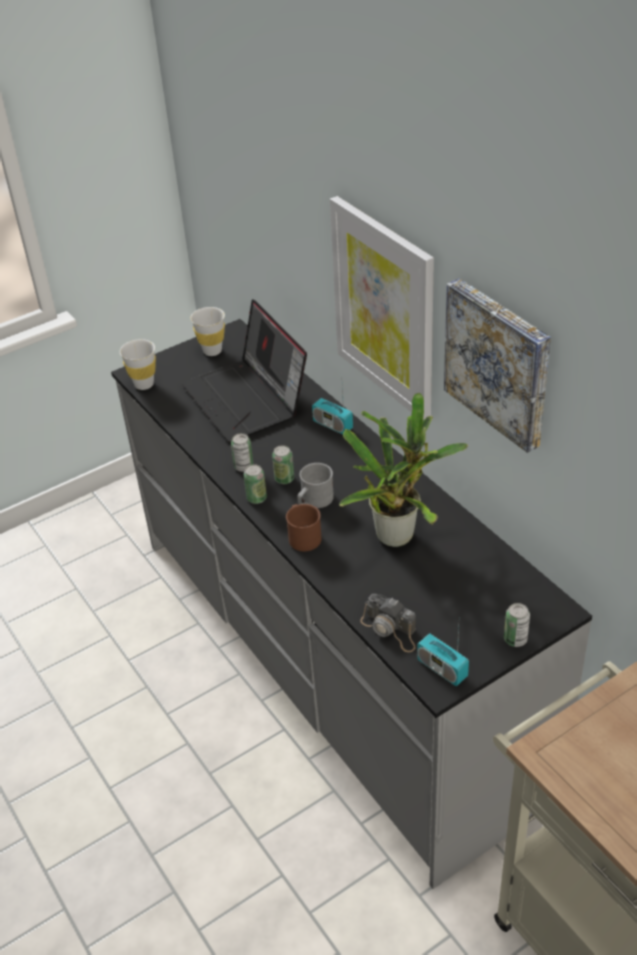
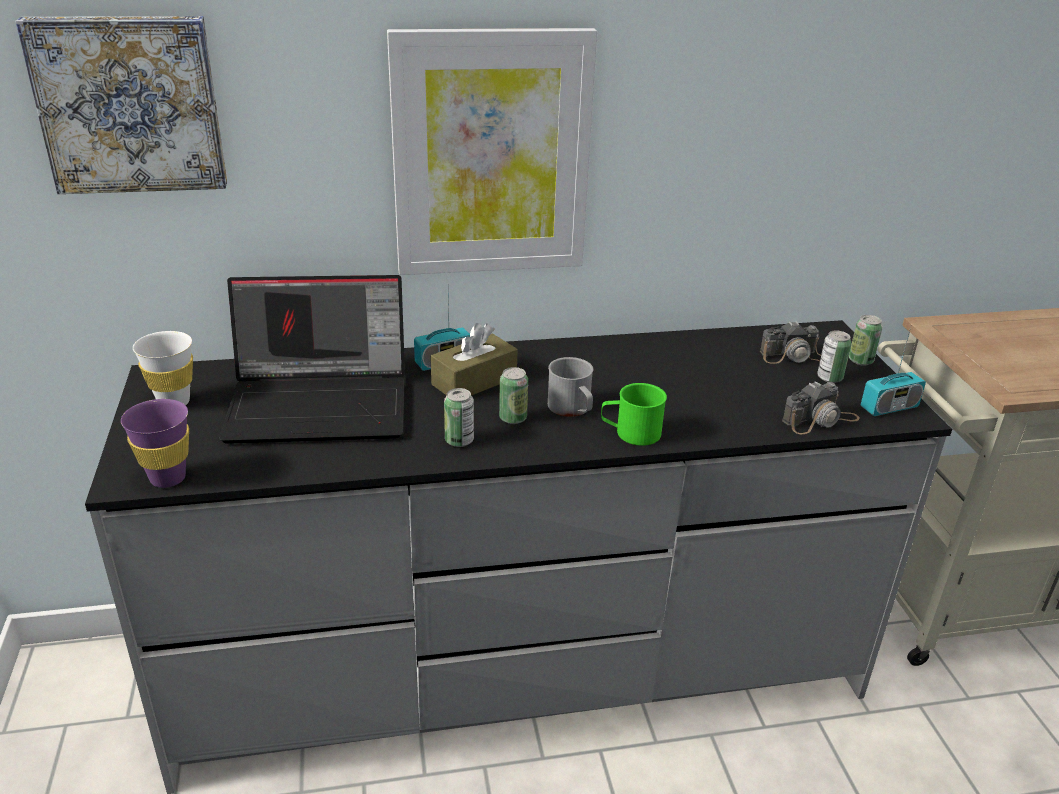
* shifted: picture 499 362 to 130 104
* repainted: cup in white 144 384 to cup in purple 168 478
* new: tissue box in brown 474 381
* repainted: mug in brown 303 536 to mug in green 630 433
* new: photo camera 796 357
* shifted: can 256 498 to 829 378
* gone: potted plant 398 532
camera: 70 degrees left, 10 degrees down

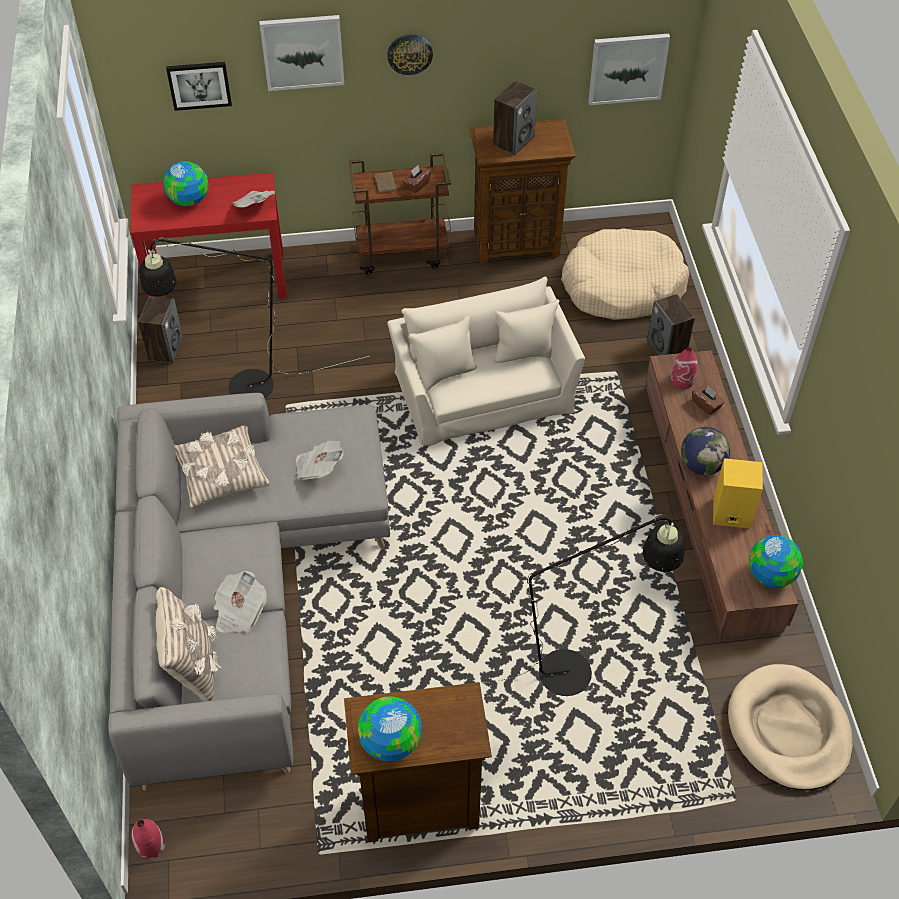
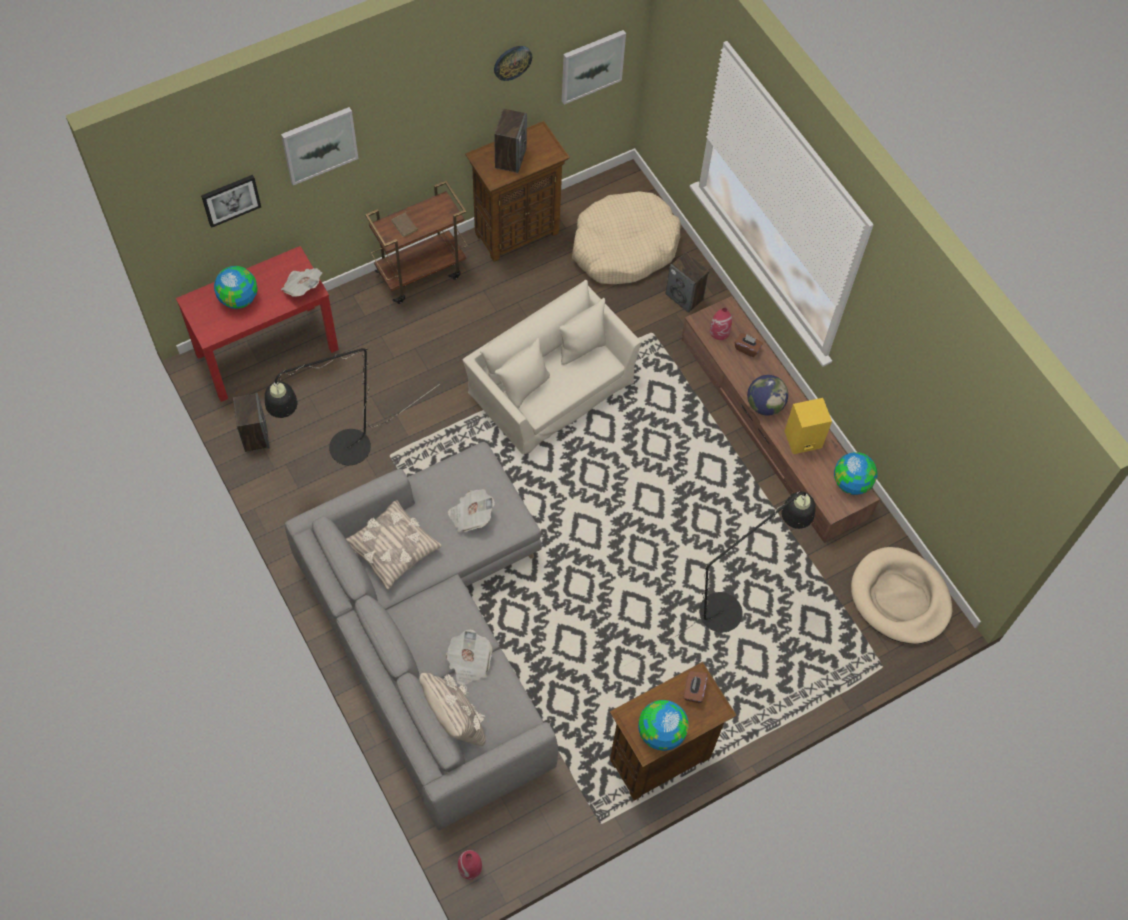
* shifted: wall clock 409 53 to 512 62
* shifted: tissue box in brown 417 185 to 694 690
camera: 25 degrees left, 10 degrees up

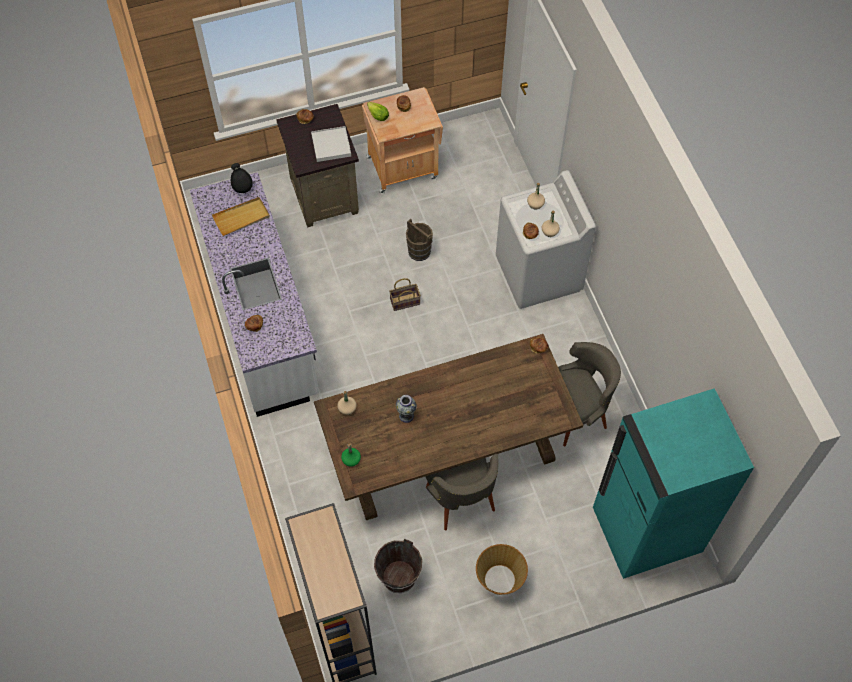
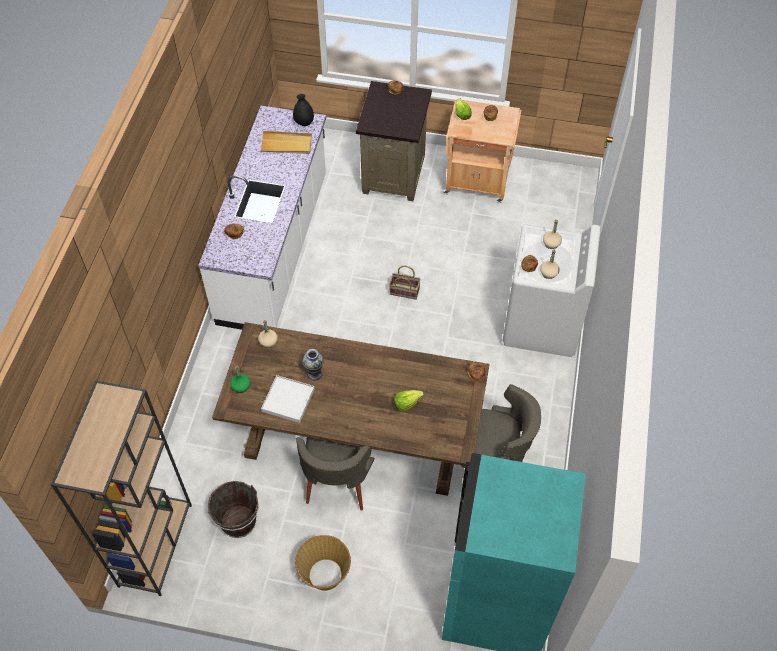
* shifted: tray in white 331 145 to 288 400
* new: lettuce 407 403
* gone: bucket in brown 419 251
camera: 30 degrees right, 5 degrees down

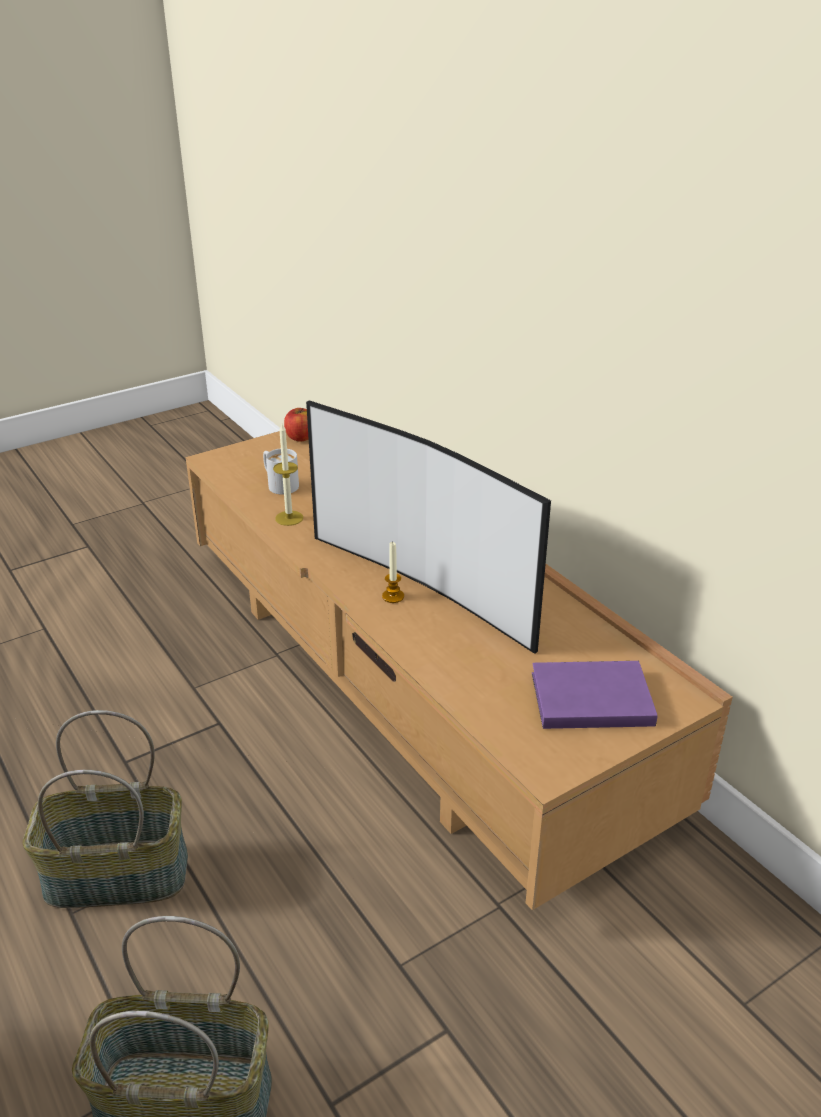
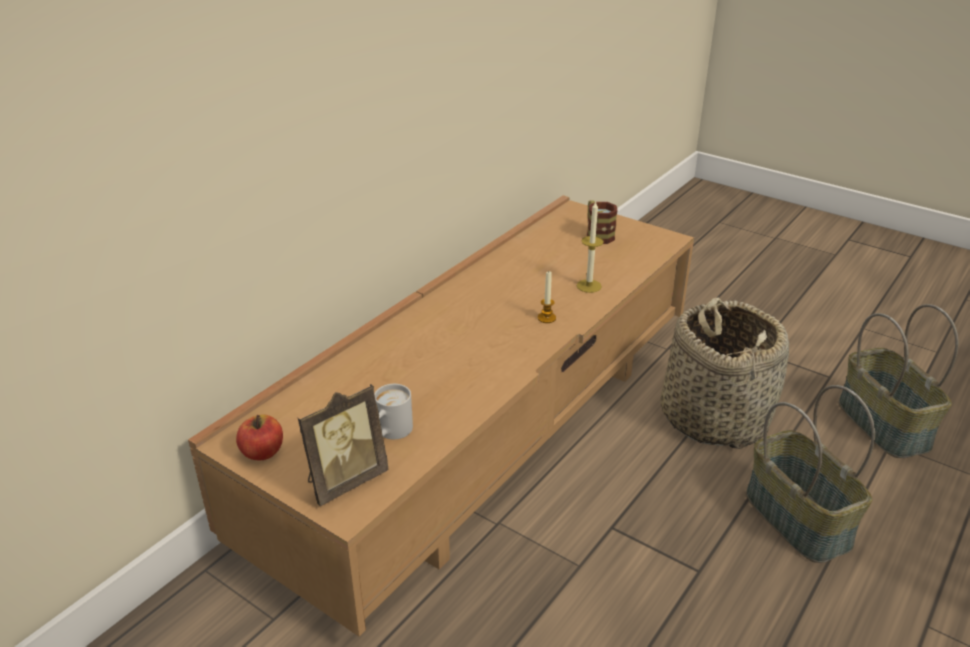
* new: picture frame 345 480
* shifted: candle 289 518 to 589 286
* swapped: book in purple 588 698 to mug 597 234
* new: basket 714 417
* gone: television 425 585
camera: 110 degrees left, 0 degrees up

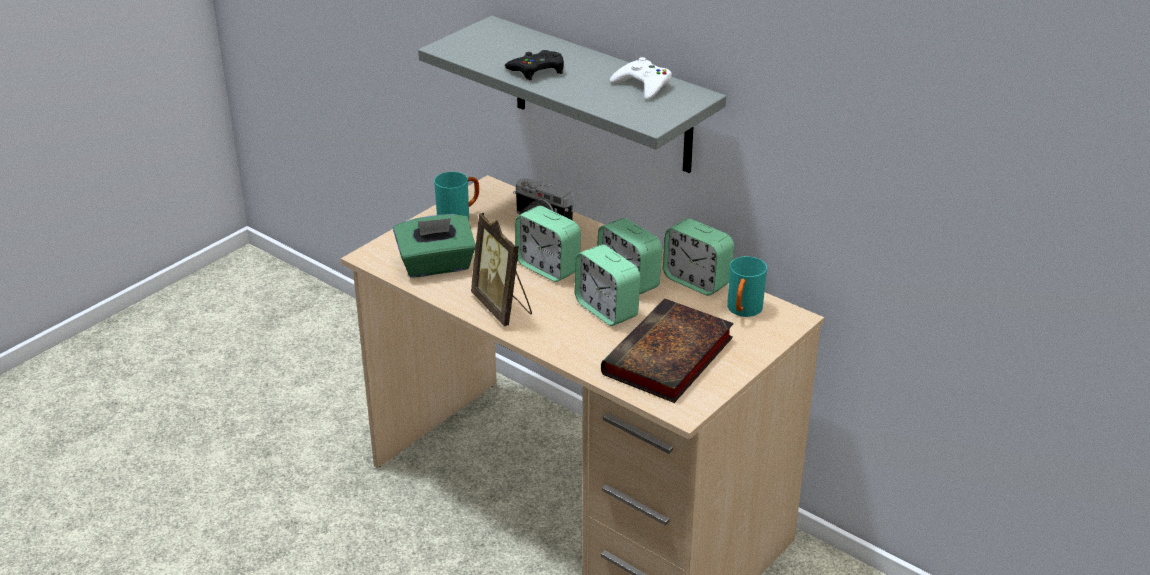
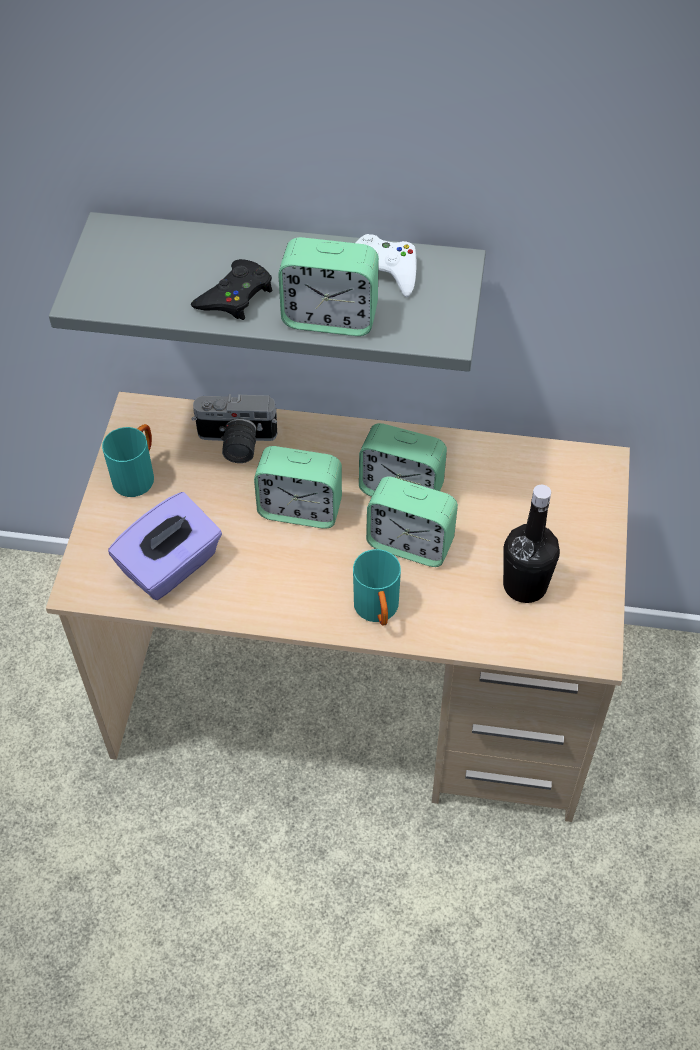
* repainted: tissue box in green 436 265 to tissue box in purple 171 566
* shifted: alarm clock 696 281 to 330 318
* shifted: mug in turquoise 743 311 to 378 612
* swapped: book 667 359 to bottle in black 525 585
* gone: picture frame 503 307
camera: 30 degrees left, 20 degrees up

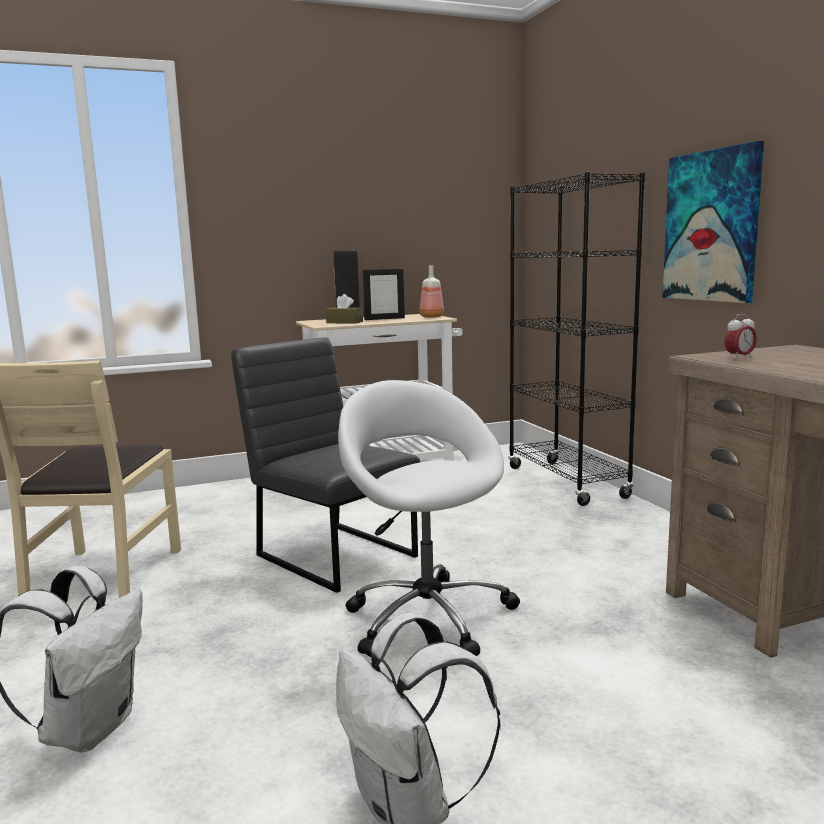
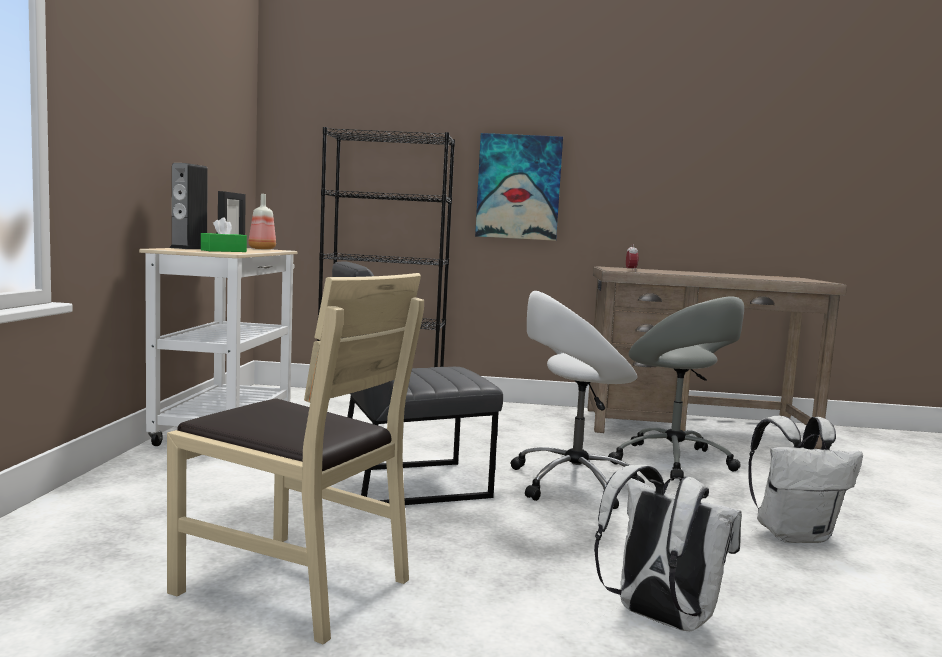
* repainted: tissue box in brown 344 322 to tissue box in green 223 251
* new: office chair in grey 674 462
camera: 65 degrees left, 5 degrees down

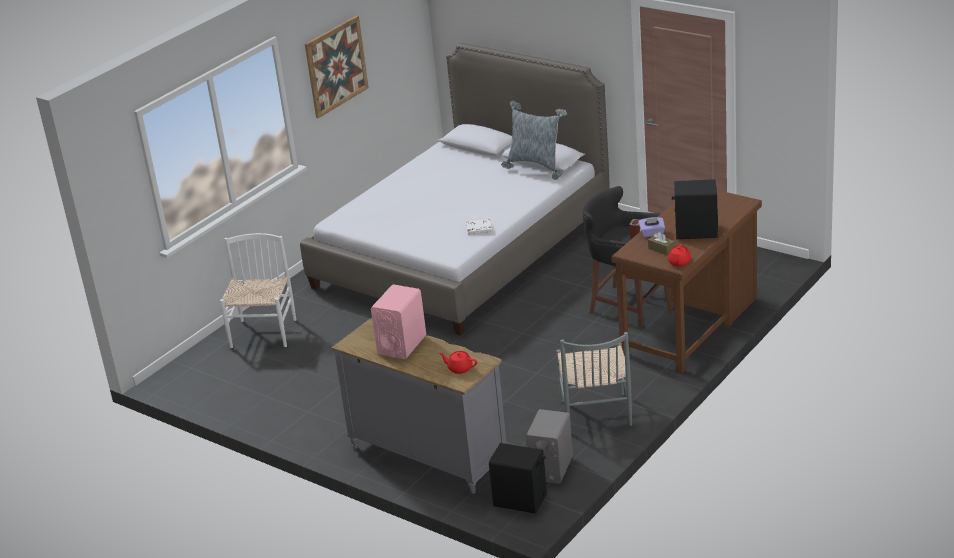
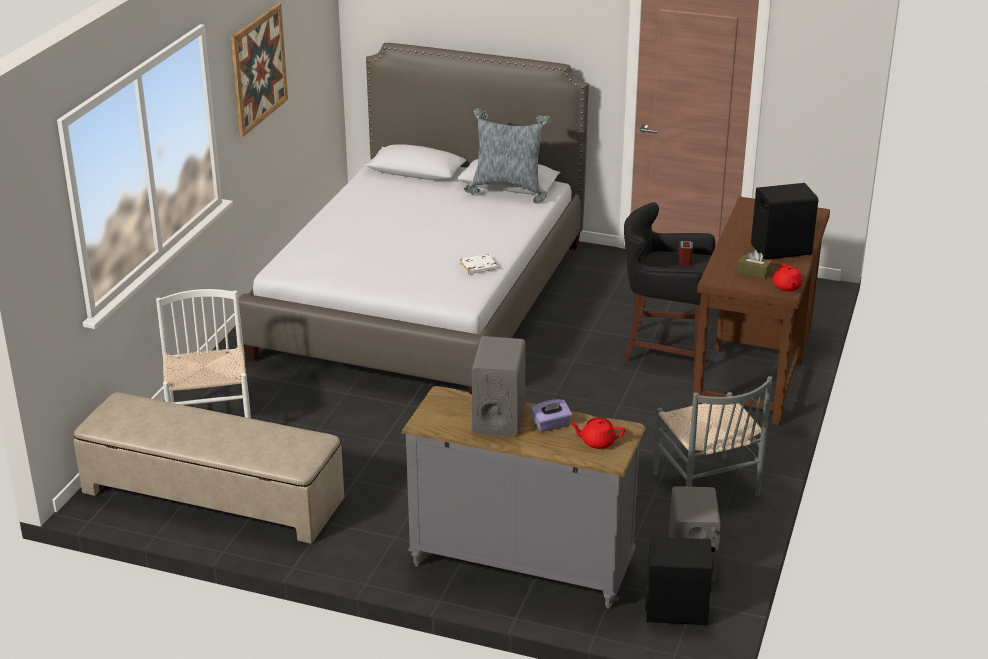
* new: bench in beige 211 495
* repainted: speaker in pink 402 345 to speaker in grey 498 417
* shifted: tissue box in purple 652 234 to 551 425
camera: 20 degrees left, 0 degrees up

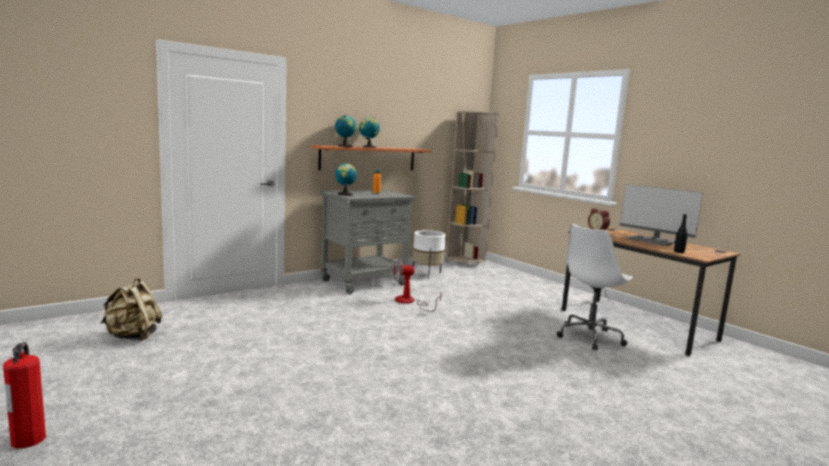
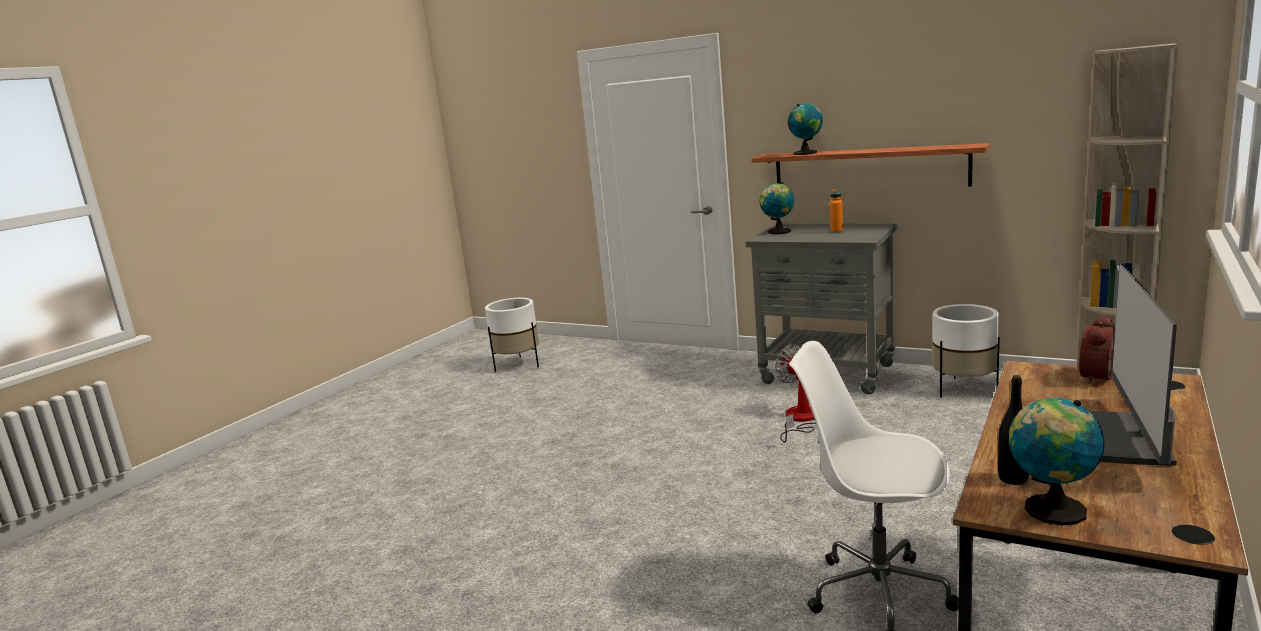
* swapped: backpack in beige 133 337 to planter in white 518 365
* shifted: globe 368 147 to 1050 510
* gone: fire extinguisher 28 439
camera: 70 degrees right, 5 degrees up

